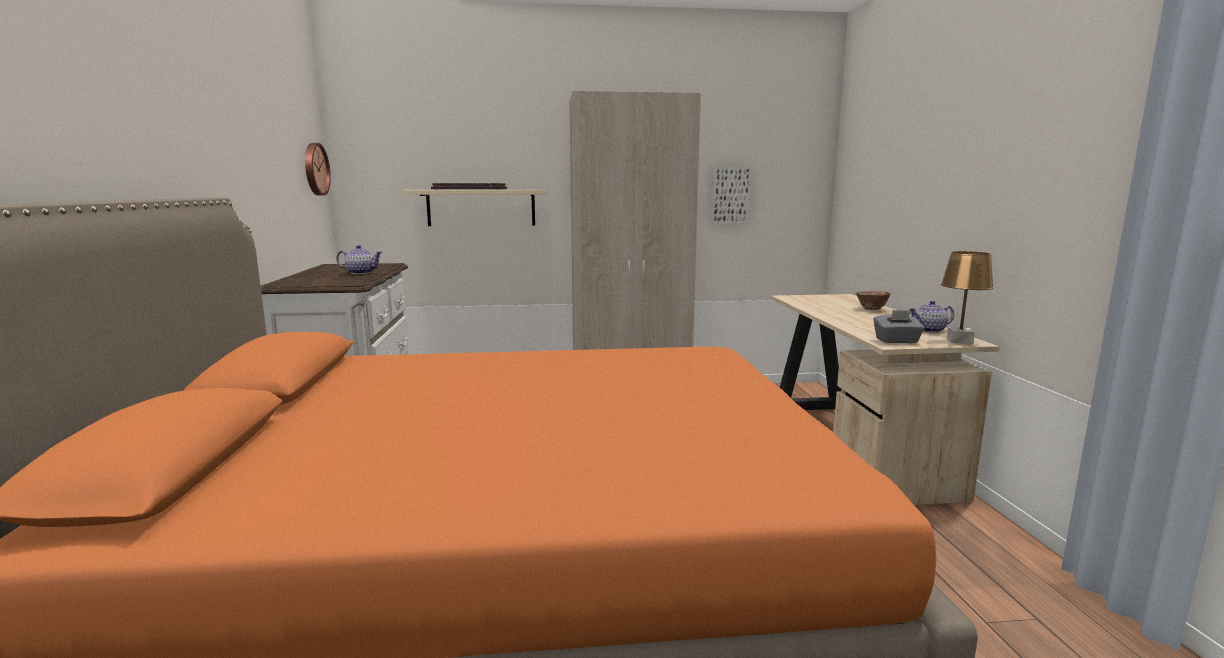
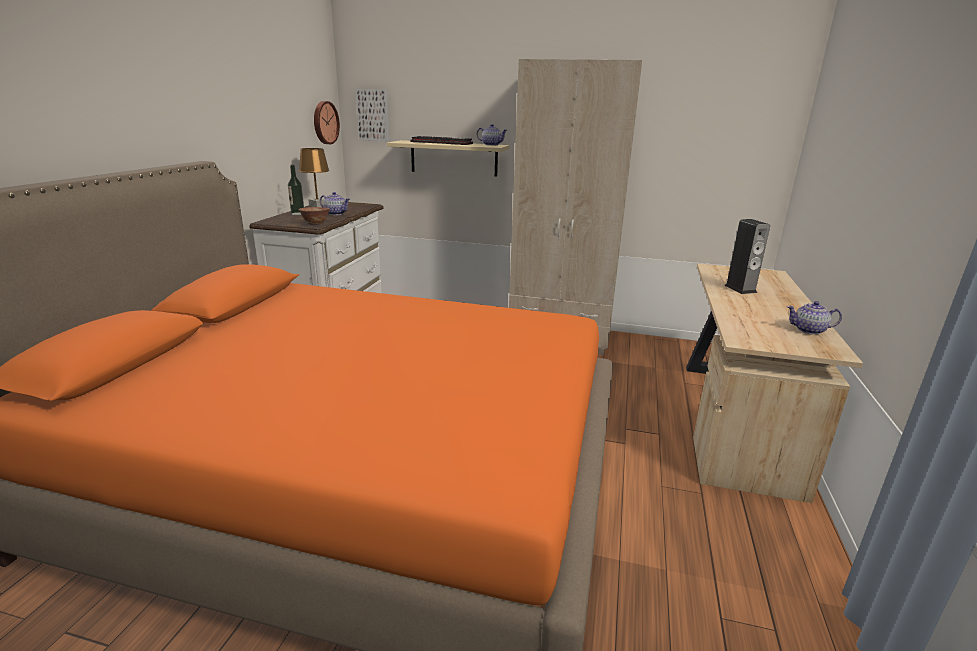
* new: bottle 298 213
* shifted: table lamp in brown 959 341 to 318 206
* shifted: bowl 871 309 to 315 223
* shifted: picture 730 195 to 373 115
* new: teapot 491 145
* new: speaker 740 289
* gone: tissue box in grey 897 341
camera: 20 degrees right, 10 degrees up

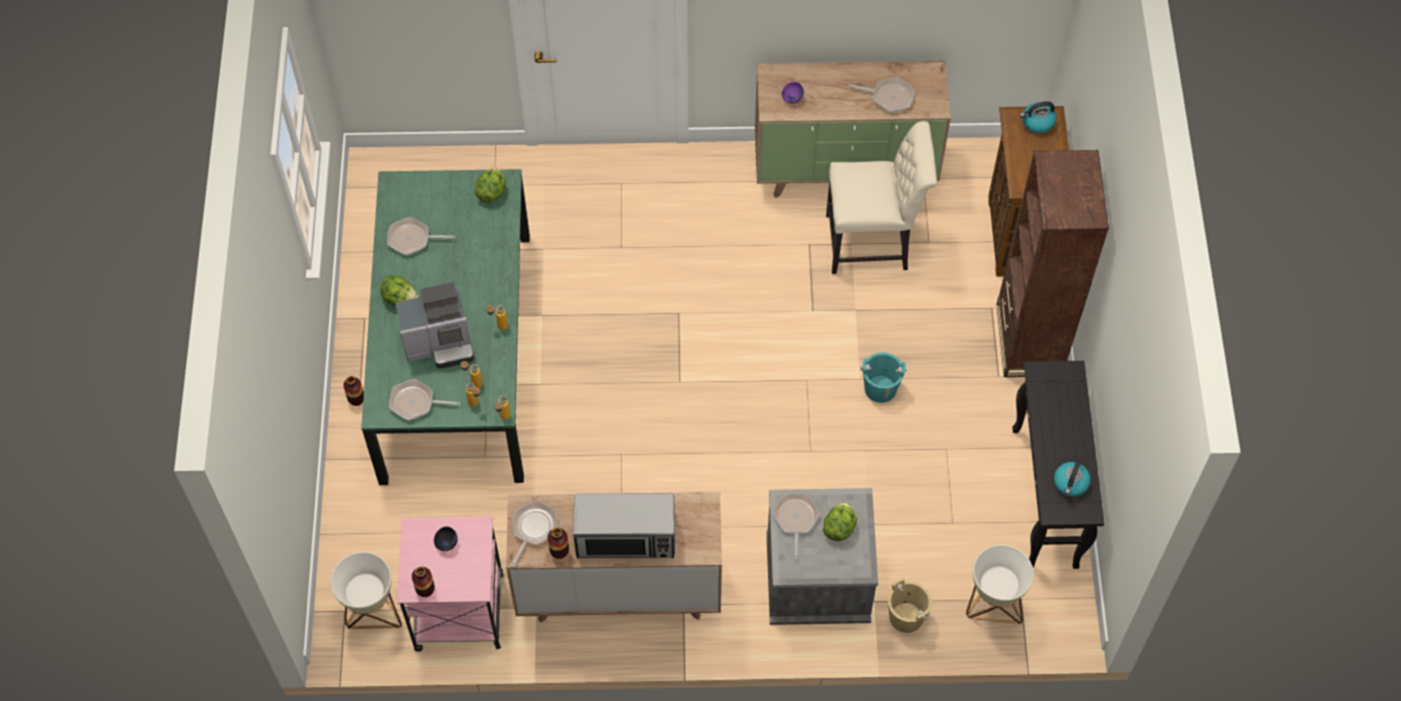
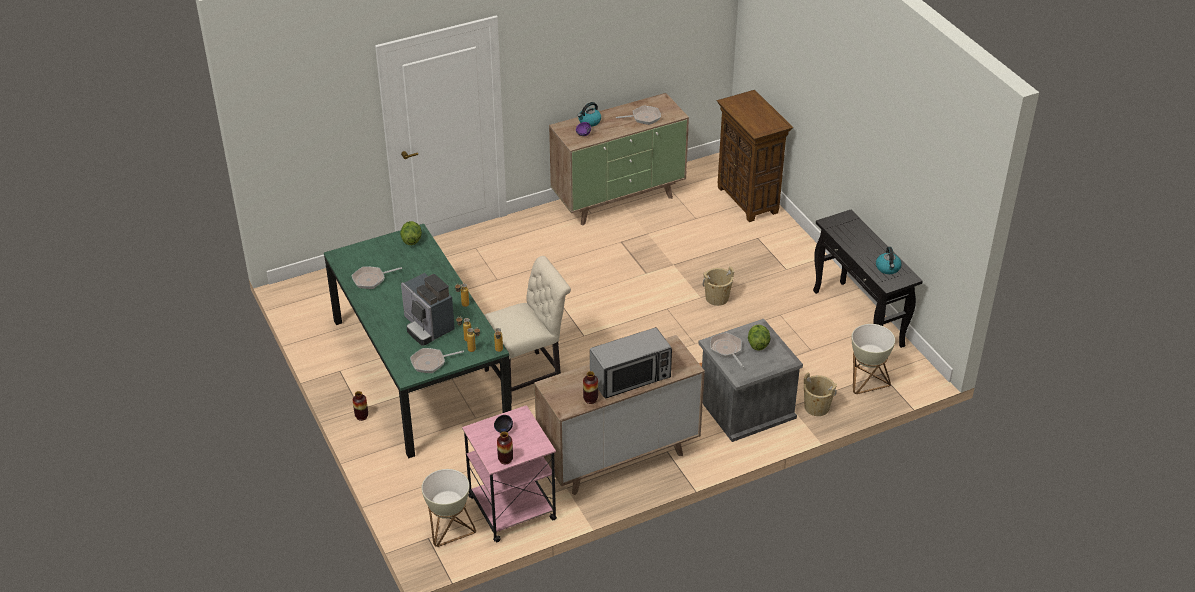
* rotated: coffee machine 440 344 = 428 327 90 degrees clockwise
* shifted: chair in beige 873 243 to 528 376
* shifted: kettle 1037 122 to 589 122
* repainted: bucket in turquoise 880 388 to bucket in beige 717 298
* gone: lettuce 400 299
* gone: frying pan 533 529
* gone: bookcase in brown 1028 339
camera: 25 degrees left, 20 degrees down

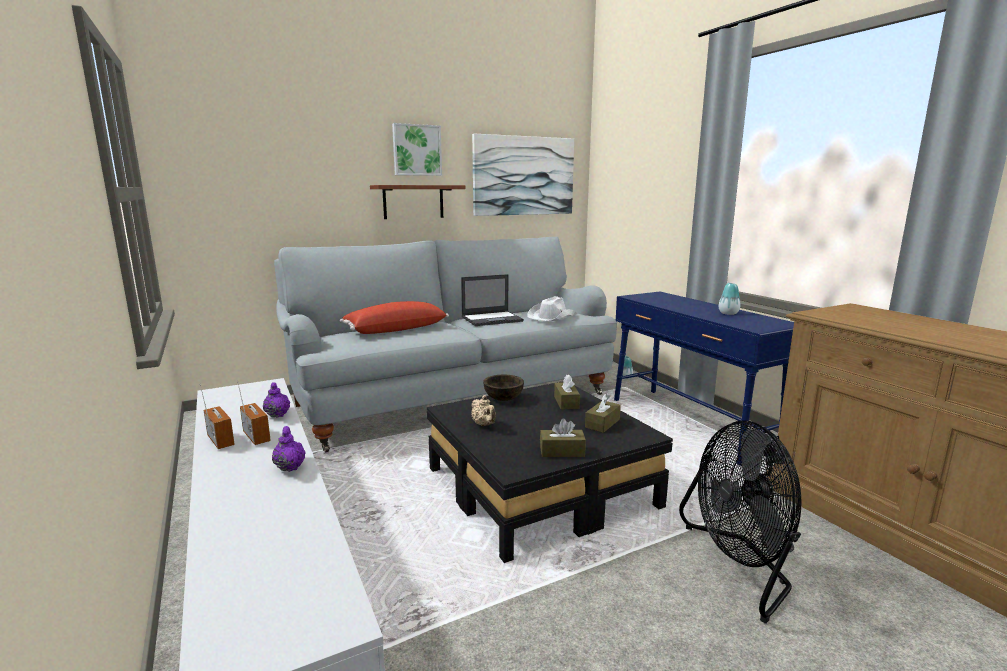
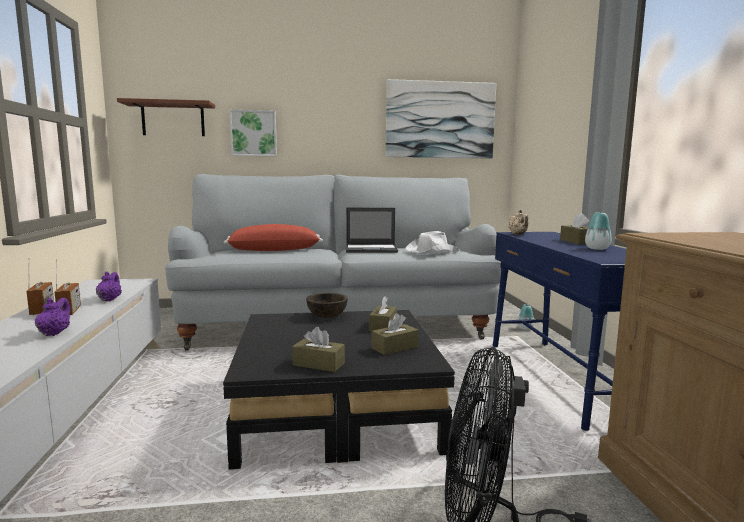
* shifted: shelf in brown 413 202 to 173 119
* shifted: picture 416 150 to 253 133
* shifted: teapot in beige 484 425 to 518 234
* new: tissue box in brown 577 242
camera: 20 degrees right, 5 degrees down

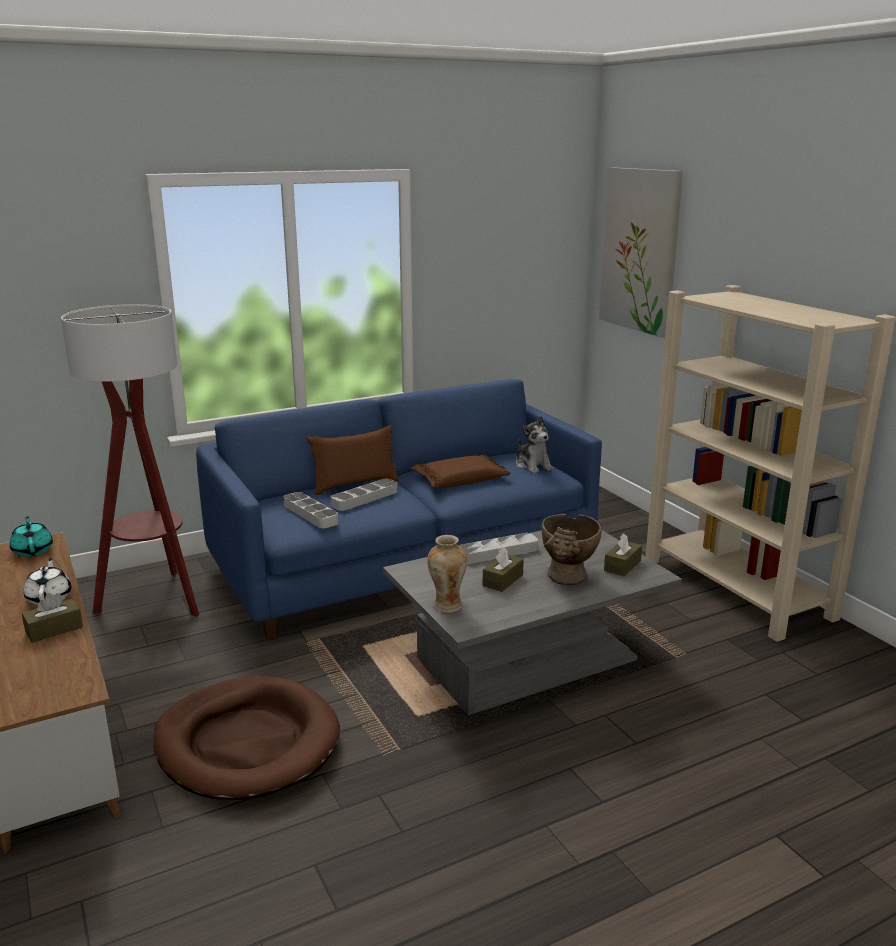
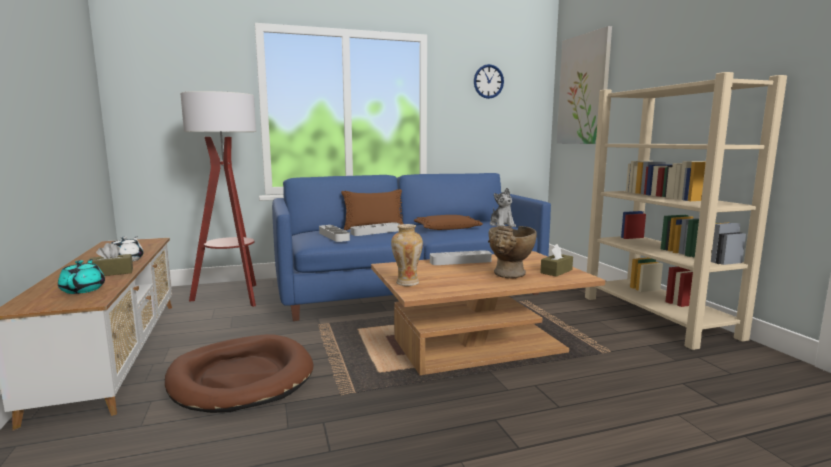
* shifted: teapot in turquoise 33 550 to 83 289
* repainted: coffee table in grey 527 659 to coffee table in brown 479 345
* new: wall clock 488 81
* gone: tissue box in brown 503 580
camera: 10 degrees right, 10 degrees down

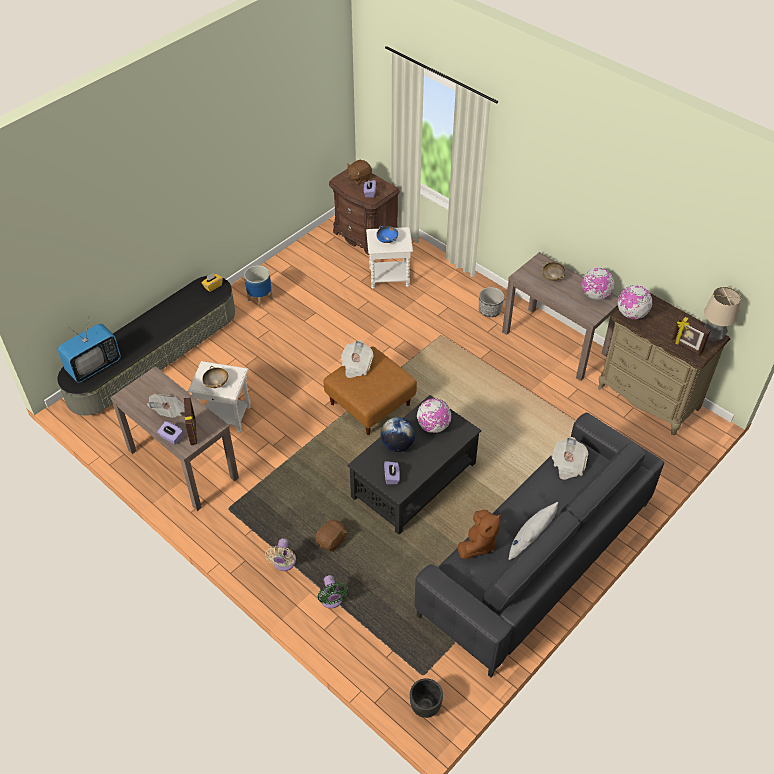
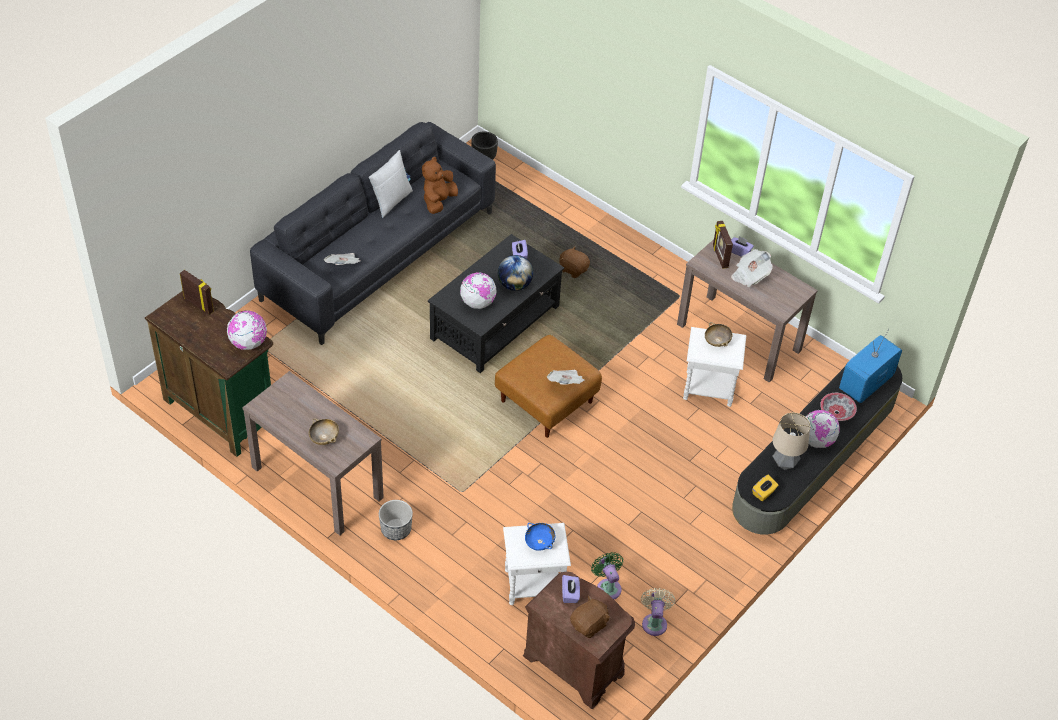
* repainted: dresser in beige 647 399 to dresser in green 222 410
* rotated: plush toy in brown 331 541 = 573 269 90 degrees clockwise
* shifted: fan in green 332 600 to 608 587
* shifted: fan in beige 283 564 to 654 622
* shifted: table lamp 712 337 to 784 464
* shifted: globe 595 295 to 817 440
* new: bowl 836 413
* gone: planter 260 299
camera: 175 degrees right, 0 degrees up

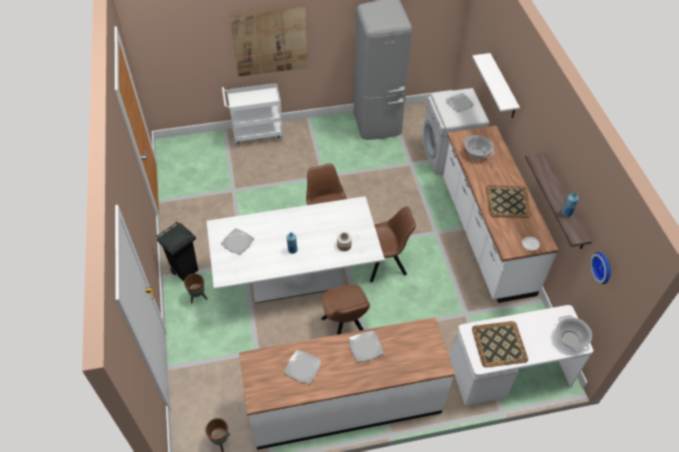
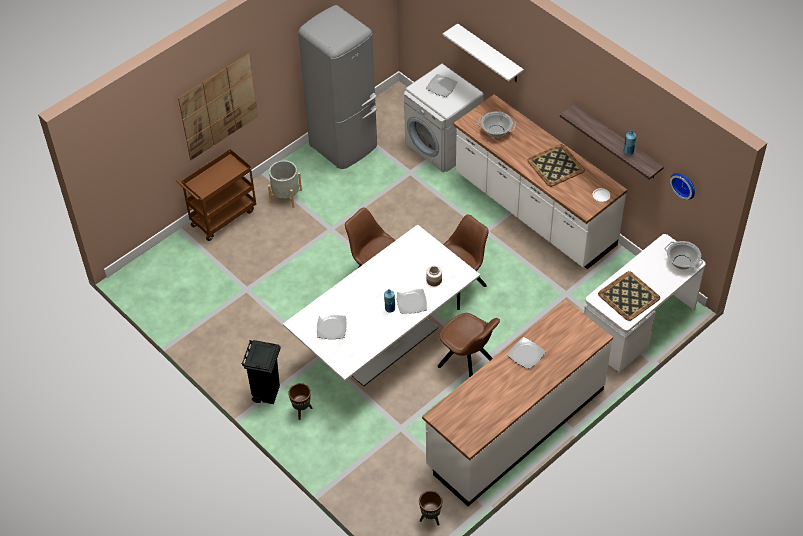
* repainted: cart in white 256 136 to cart in brown 222 219
* new: planter in grey 286 196
* shifted: plate 303 367 to 412 302
camera: 30 degrees left, 0 degrees up

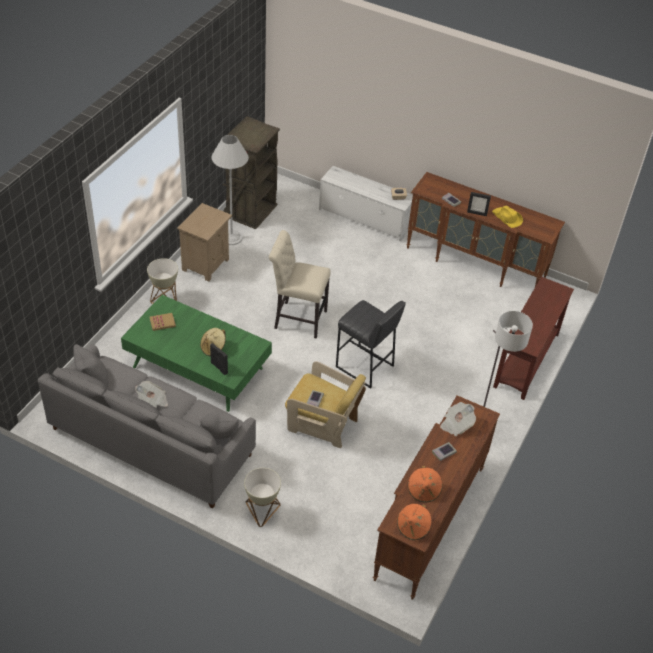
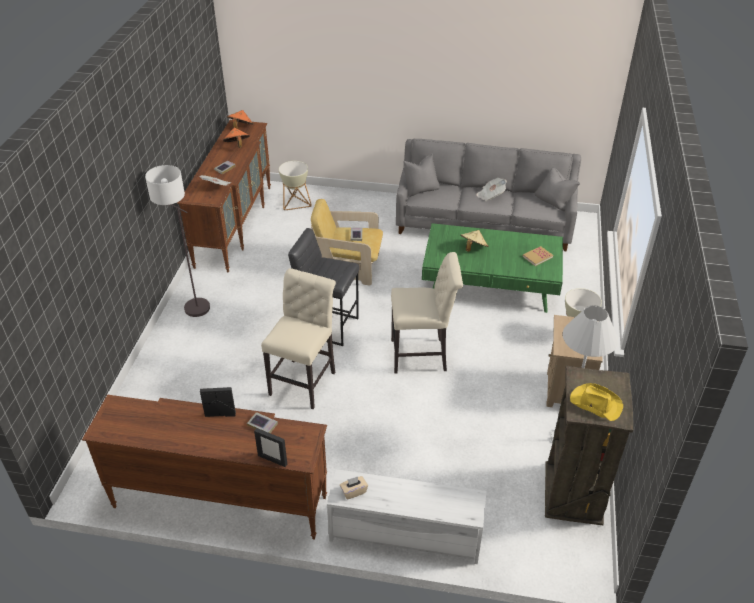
* shifted: picture frame 218 368 to 273 459
* new: stool in beige 305 381
* shifted: planter 261 512 to 296 203
* shifted: hat in yellow 507 218 to 595 403
* gone: console table in brown 526 361
camera: 165 degrees right, 5 degrees down

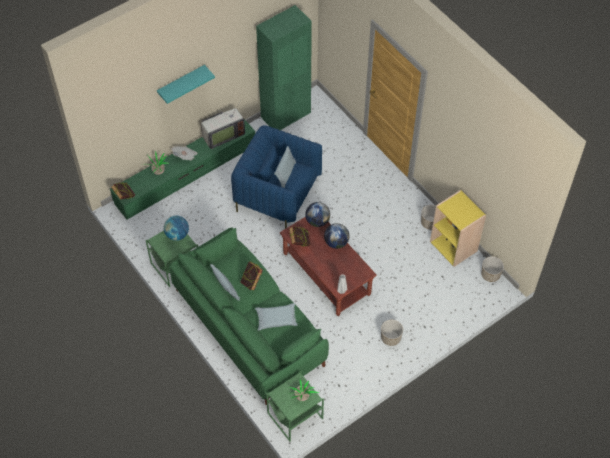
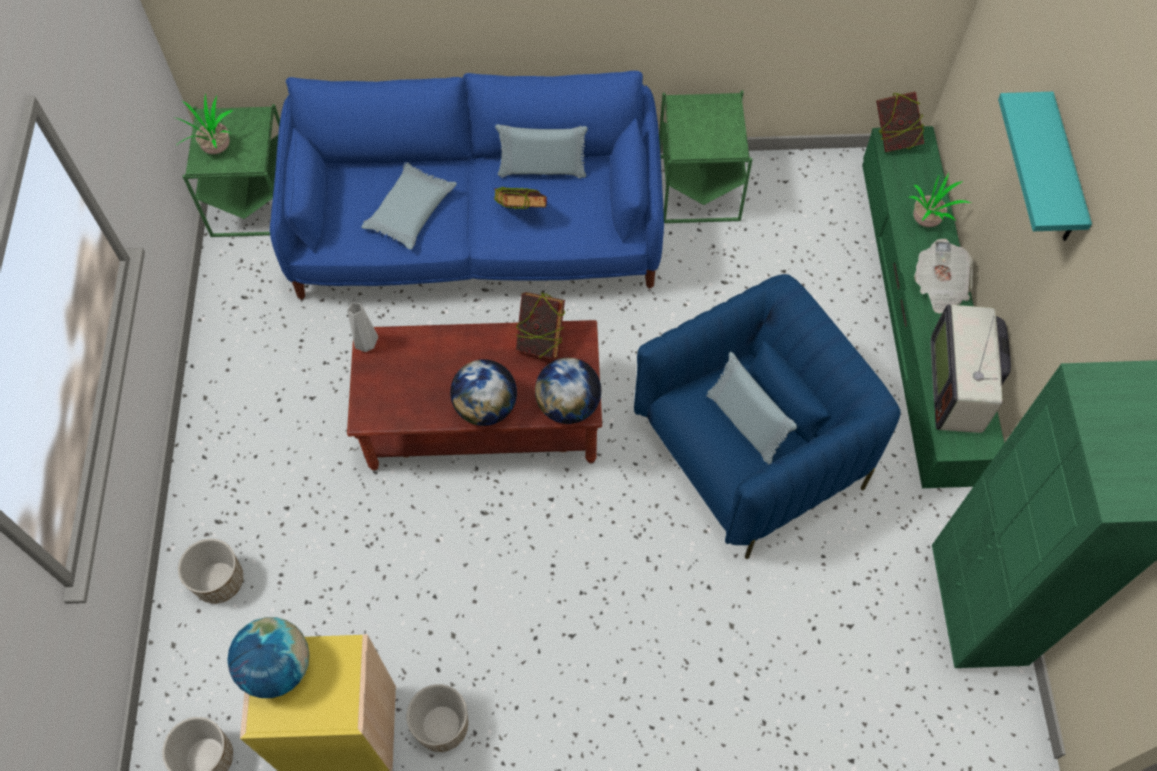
* shifted: planter 390 338 to 219 581
* shifted: globe 177 234 to 277 668
* repainted: sofa in green 249 326 to sofa in blue 477 231
camera: 125 degrees right, 5 degrees up

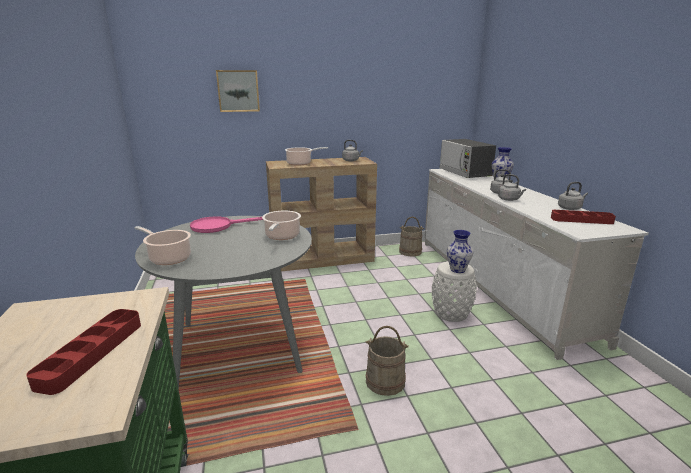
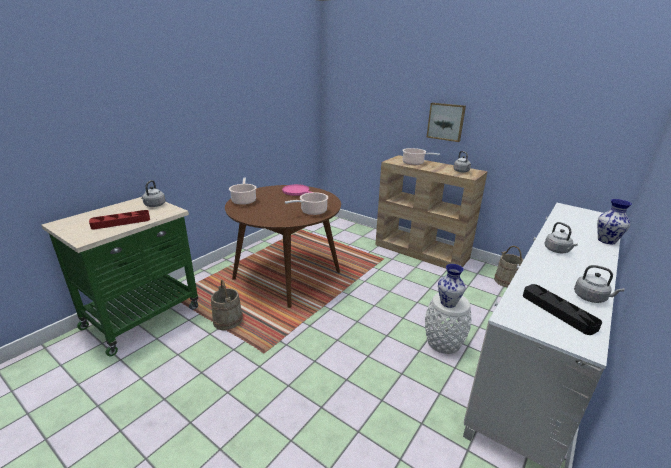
* shifted: kettle in grey 509 199 to 154 205
* shifted: bucket in beige 385 381 to 228 320
* repainted: dining table in grey 239 346 to dining table in brown 287 275
* shifted: picture 238 91 to 446 121
* repainted: tray in red 581 220 to tray in black 558 311
* gone: microwave 464 173
camera: 50 degrees right, 5 degrees up

